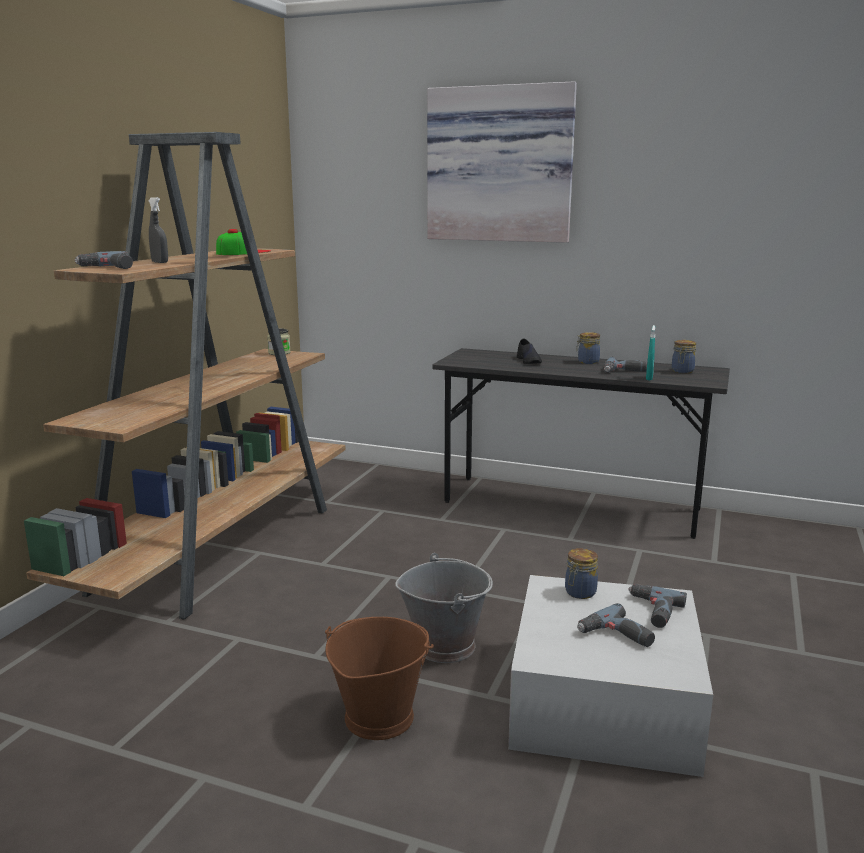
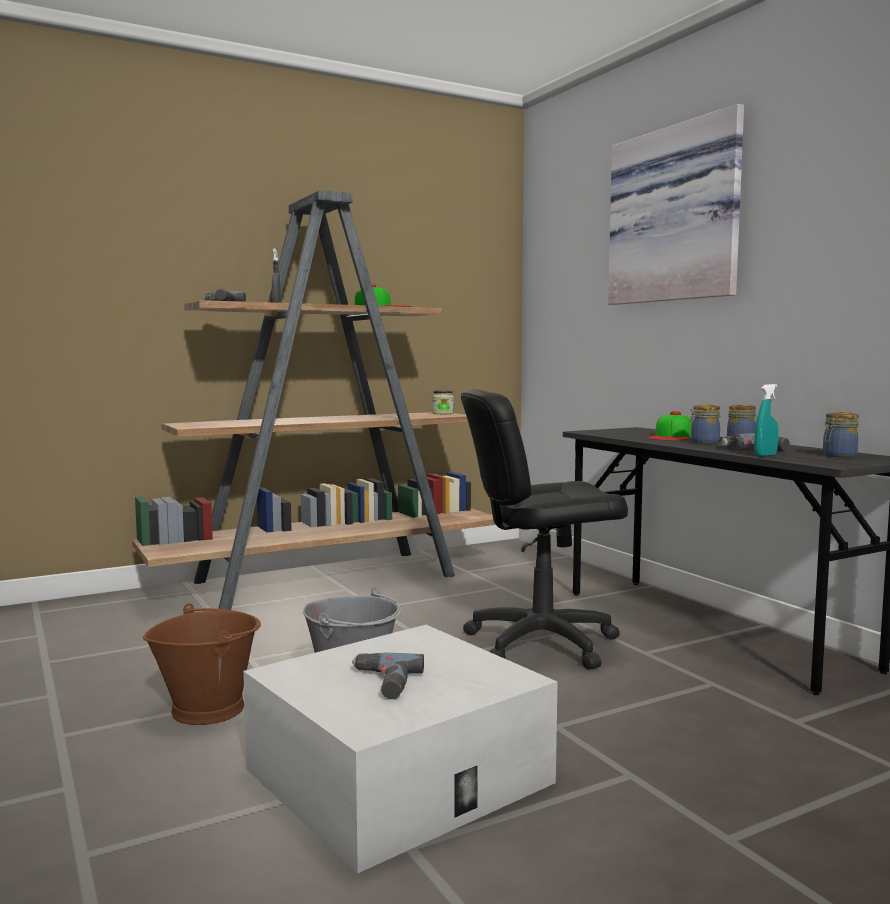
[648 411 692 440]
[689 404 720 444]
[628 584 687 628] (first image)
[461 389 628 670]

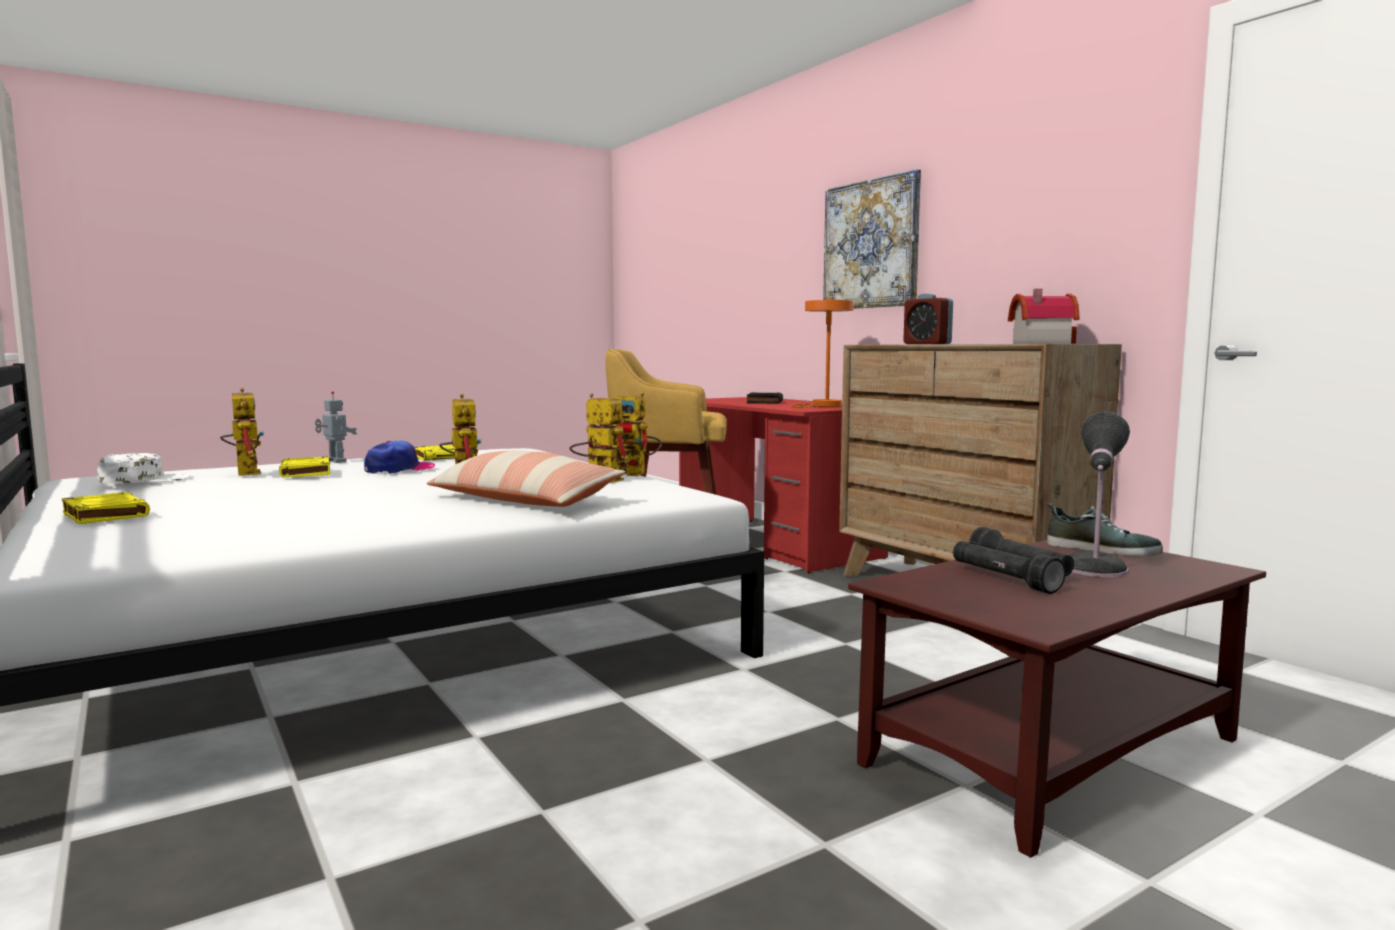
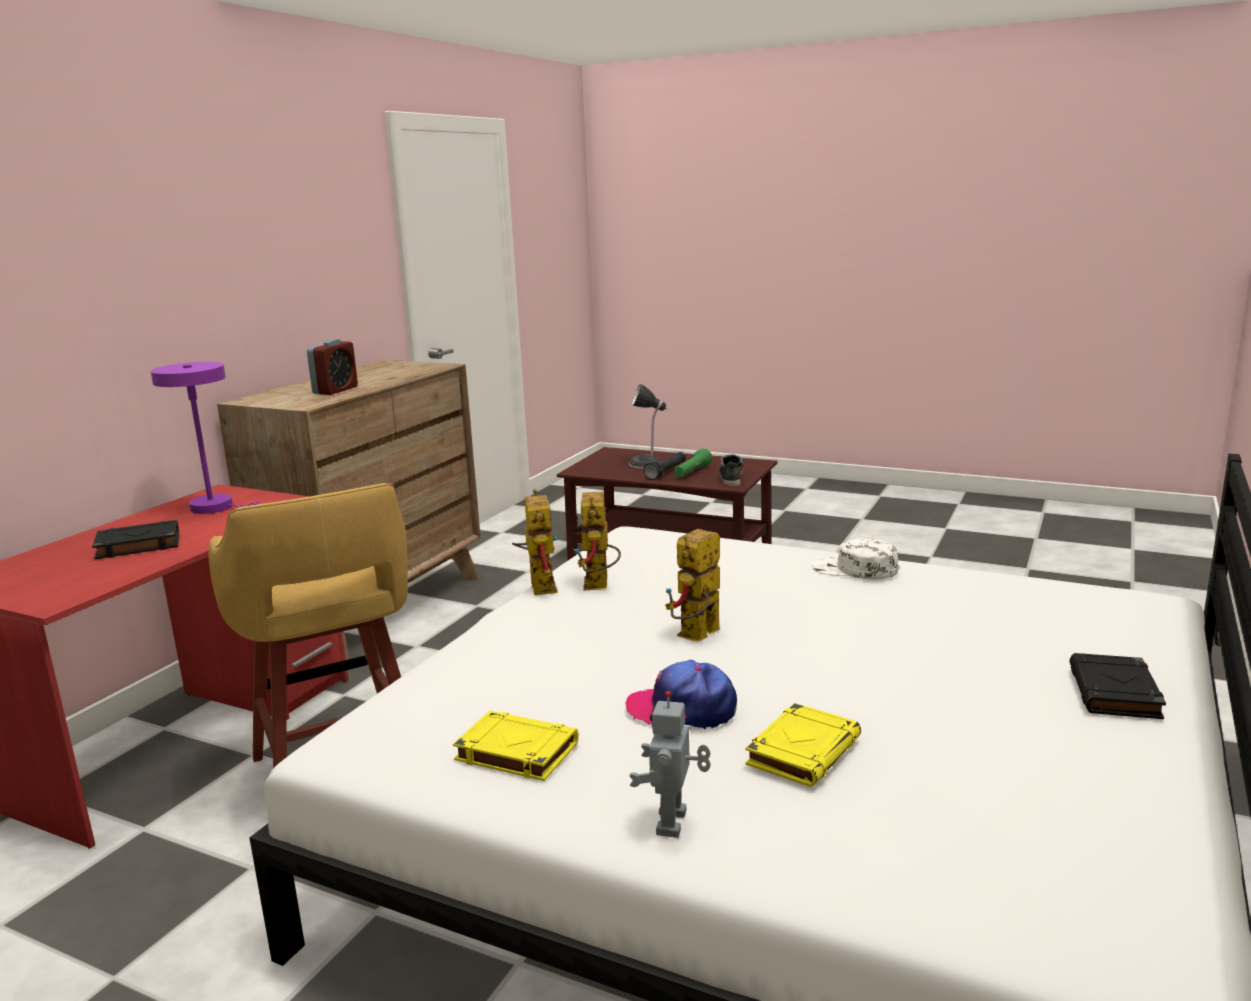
[1069 653 1166 719]
[812 538 899 579]
[220 388 264 476] (first image)
[426 450 626 507] (first image)
[151 362 261 514]
[823 169 921 309] (first image)
[674 449 712 477]
[1008 289 1080 344] (first image)
[719 454 743 486]

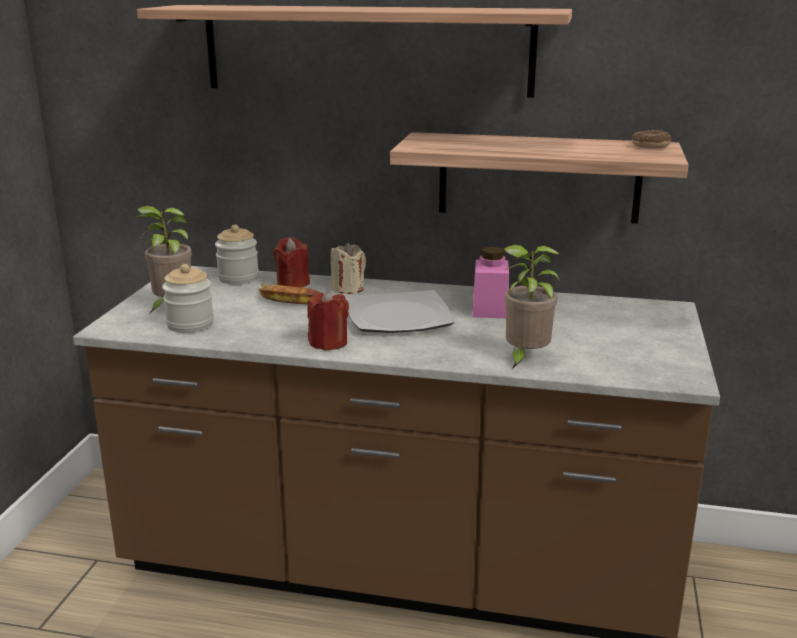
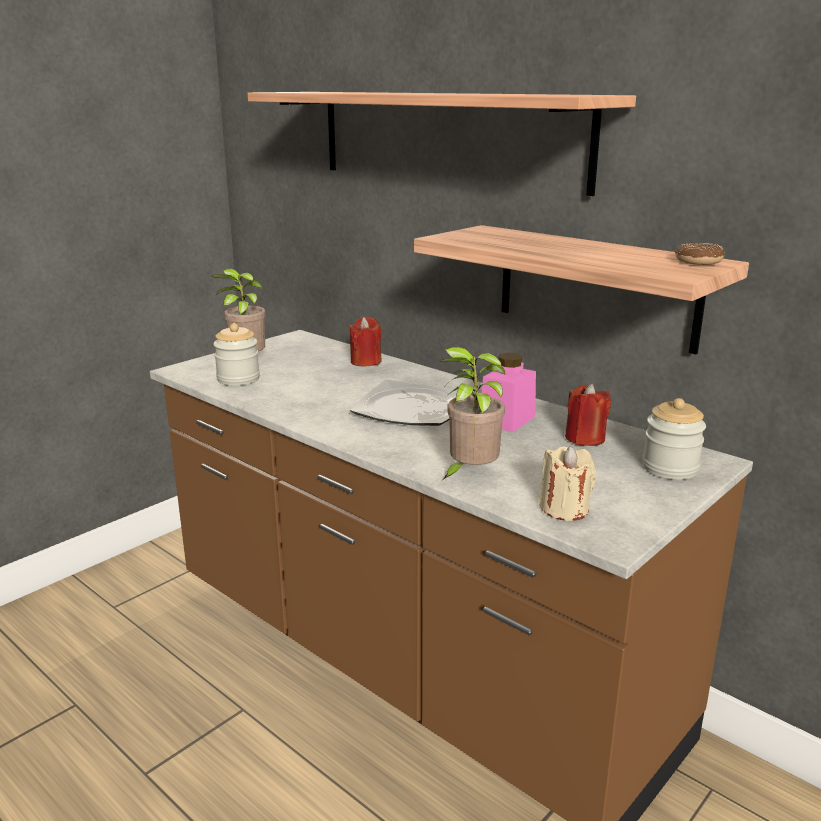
[642 398 706 480]
[259 283 321 304] (first image)
[565 384 611 446]
[539 446 596 521]

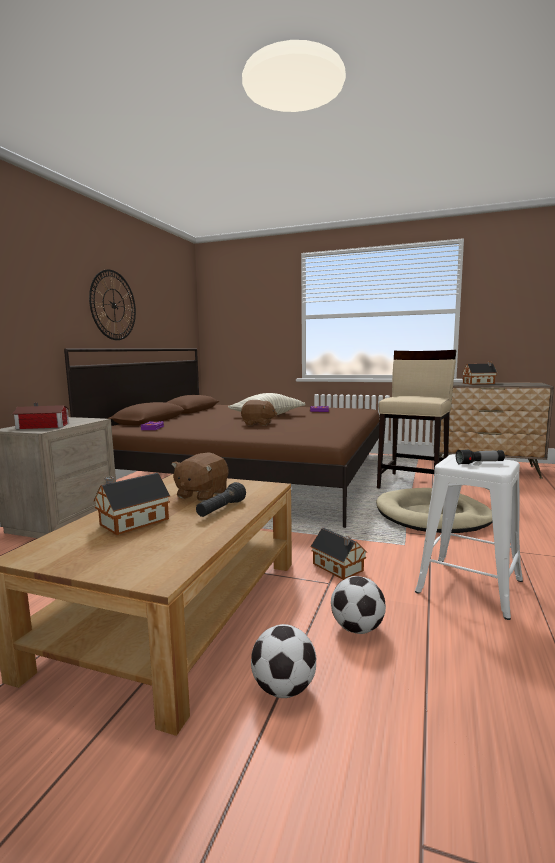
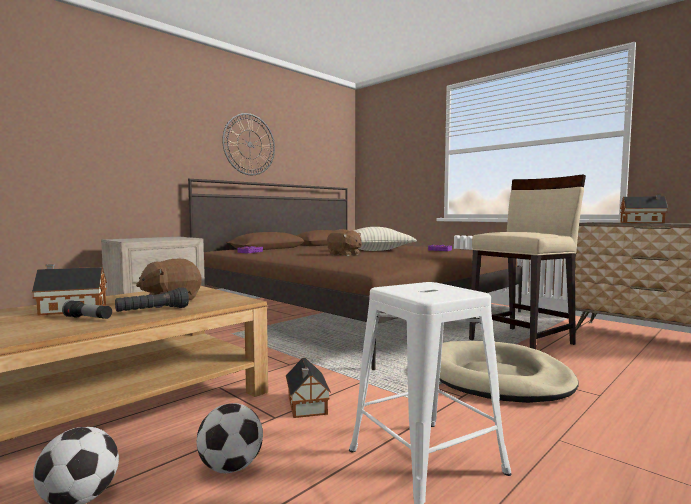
[12 403 69 429] (first image)
[62 300 112 319]

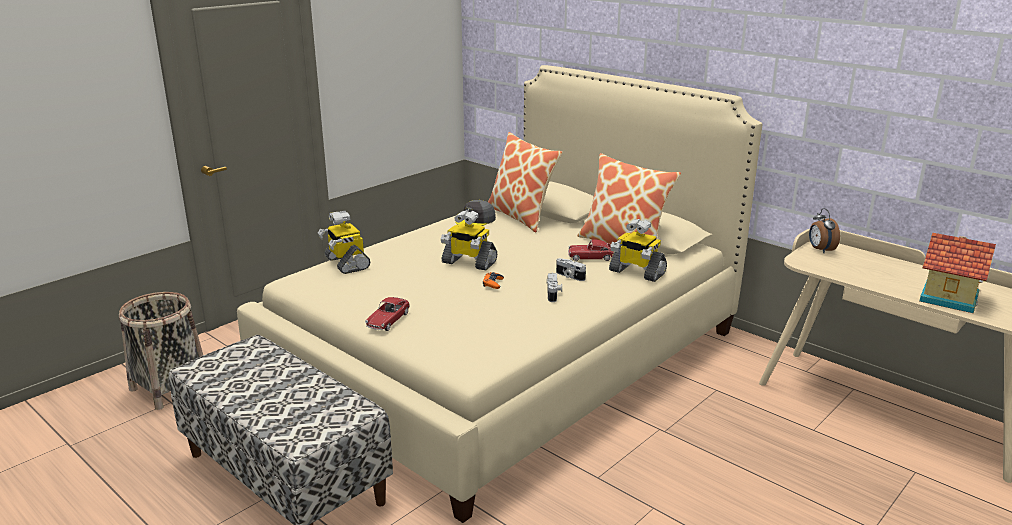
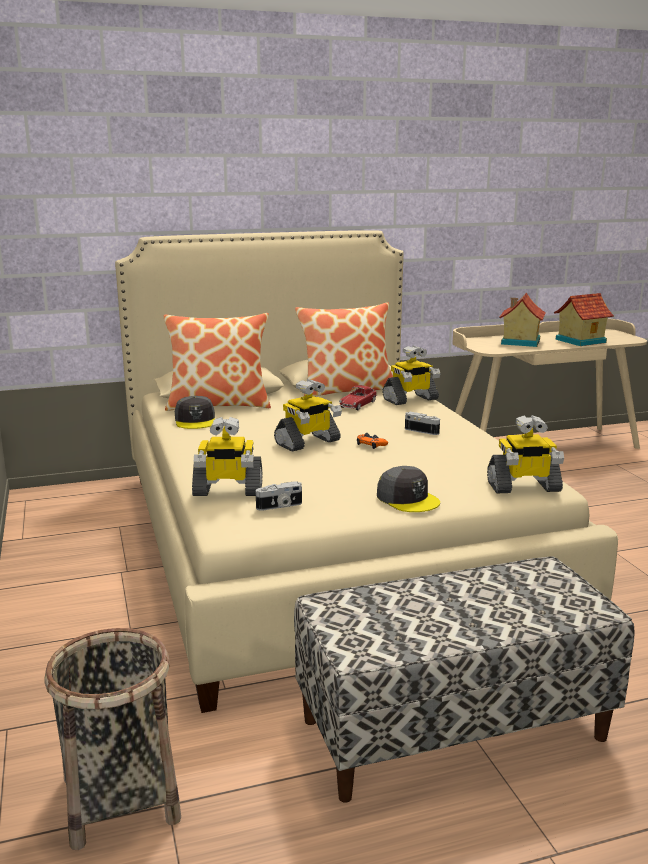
[377 466 440 512]
[256 481 302 511]
[809 208 840 254] (first image)
[487 415 564 493]
[499 292 546 347]

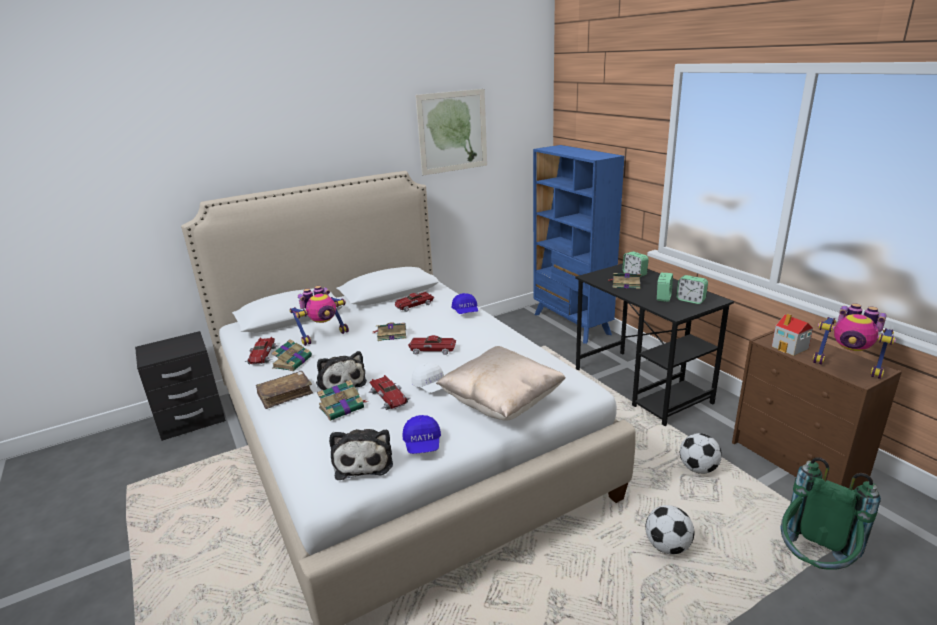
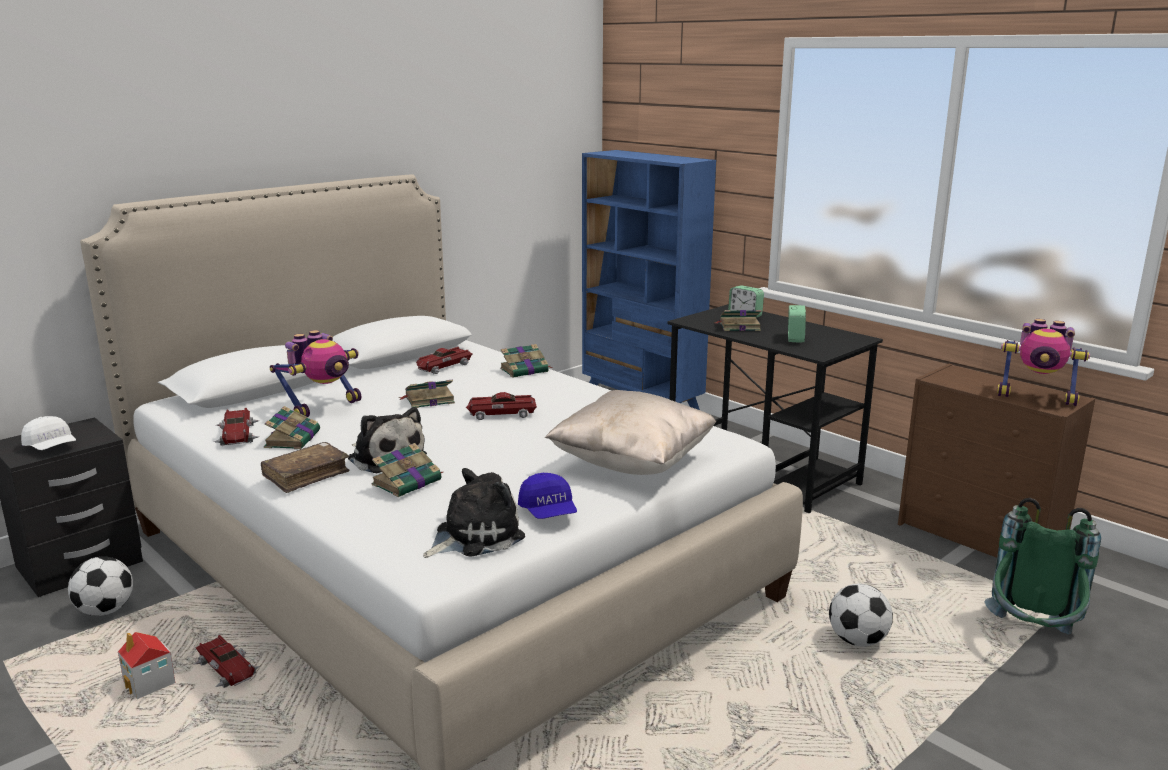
[423 468 525 558]
[193 635 260 688]
[21 416 76 450]
[415 89 487 176] (first image)
[500 344 553 378]
[676 275 708 304] (first image)
[68 557 133 616]
[118 632 175 699]

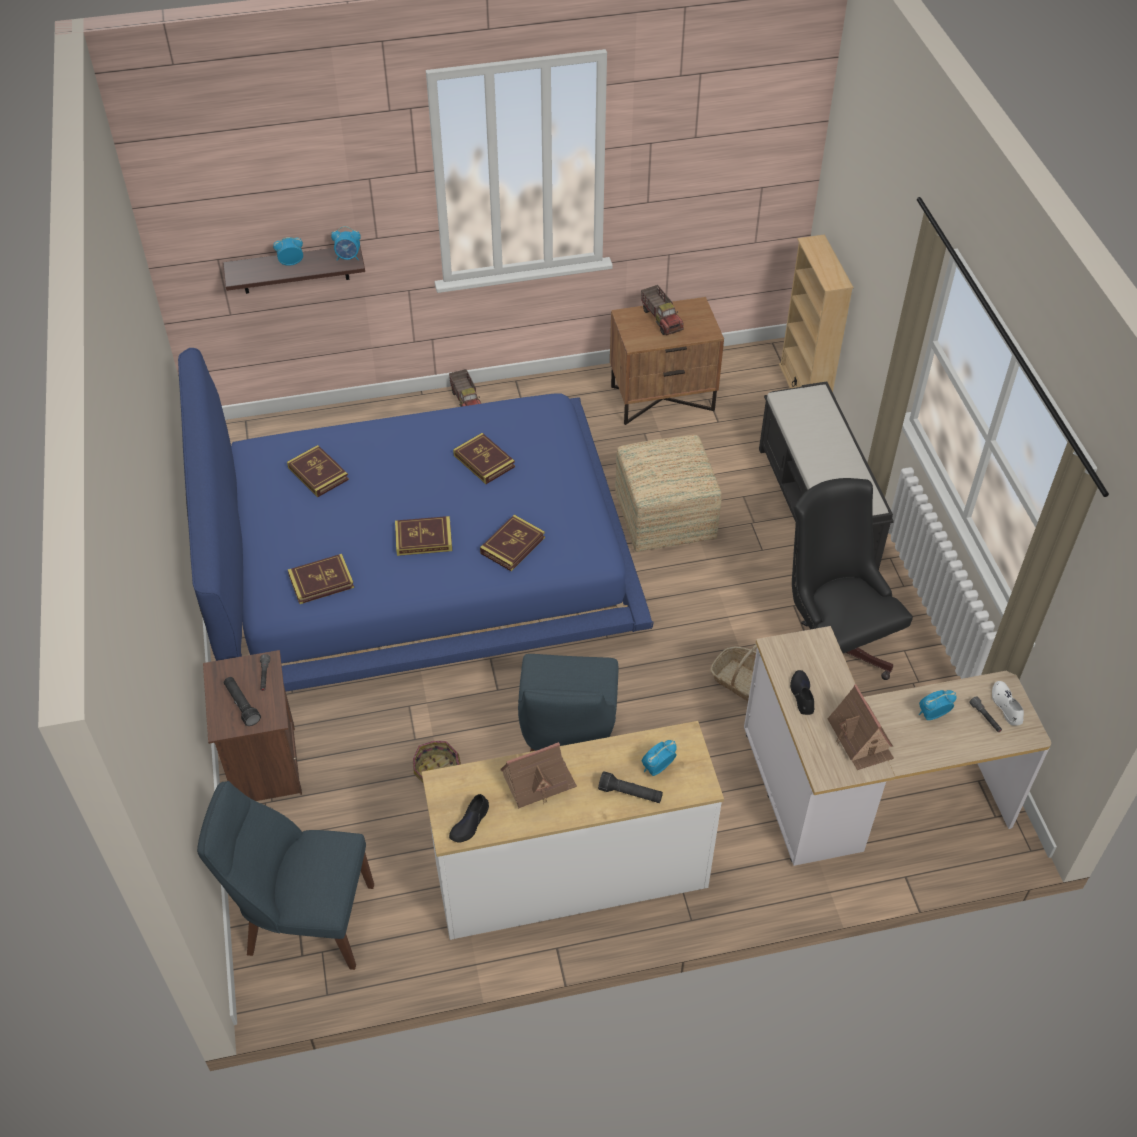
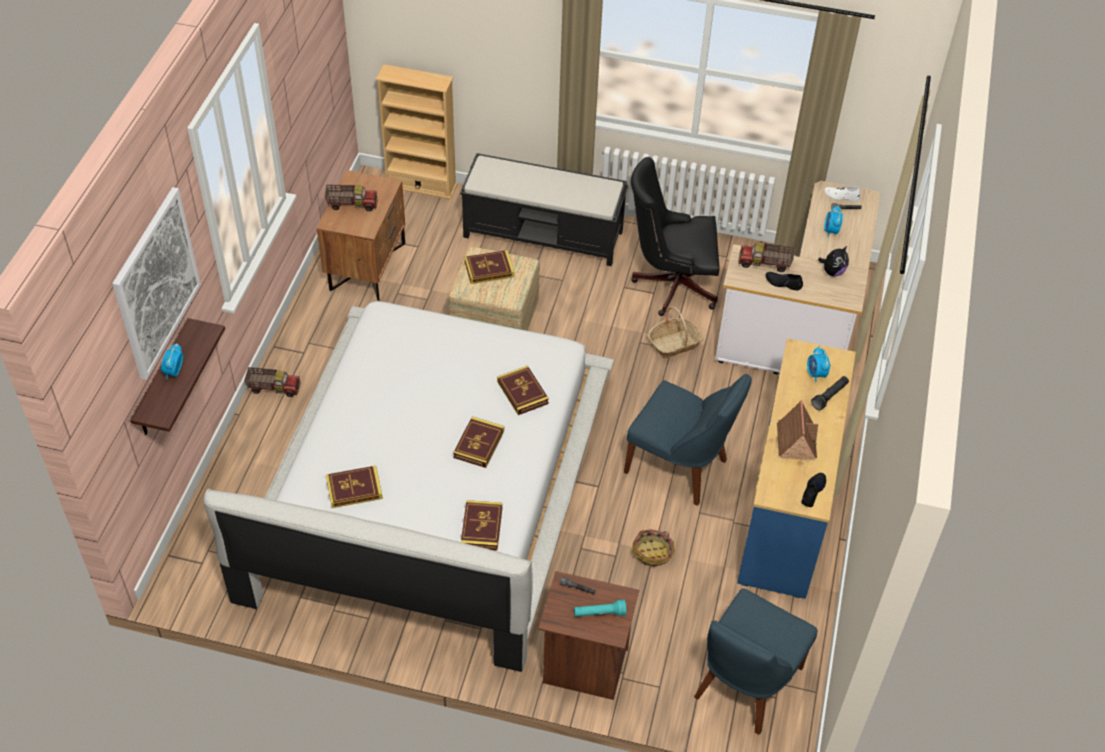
[204 301 614 672]
[574 600 627 617]
[331 226 361 260] (first image)
[737 338 856 599]
[802 473 826 507]
[464 250 514 284]
[818 245 849 276]
[112 187 201 380]
[739 243 794 272]

